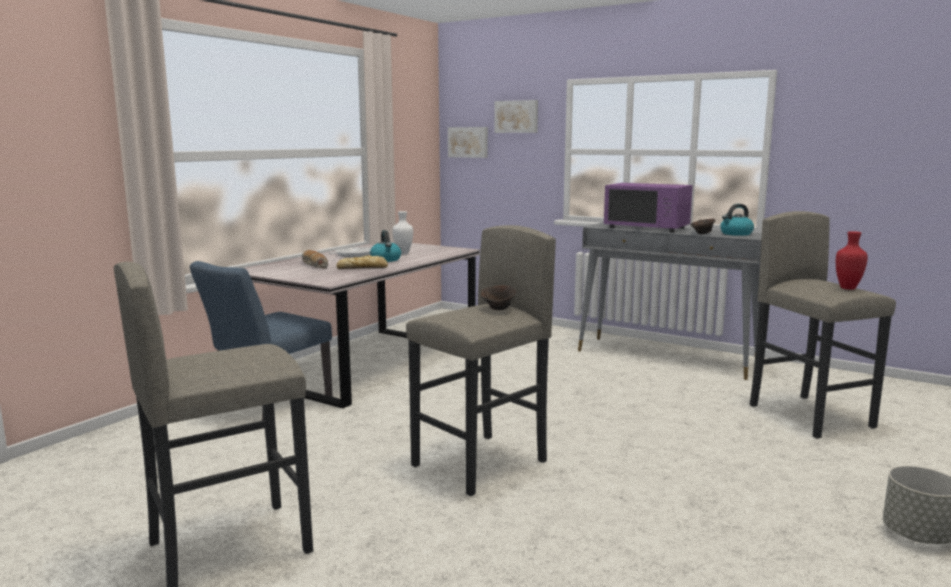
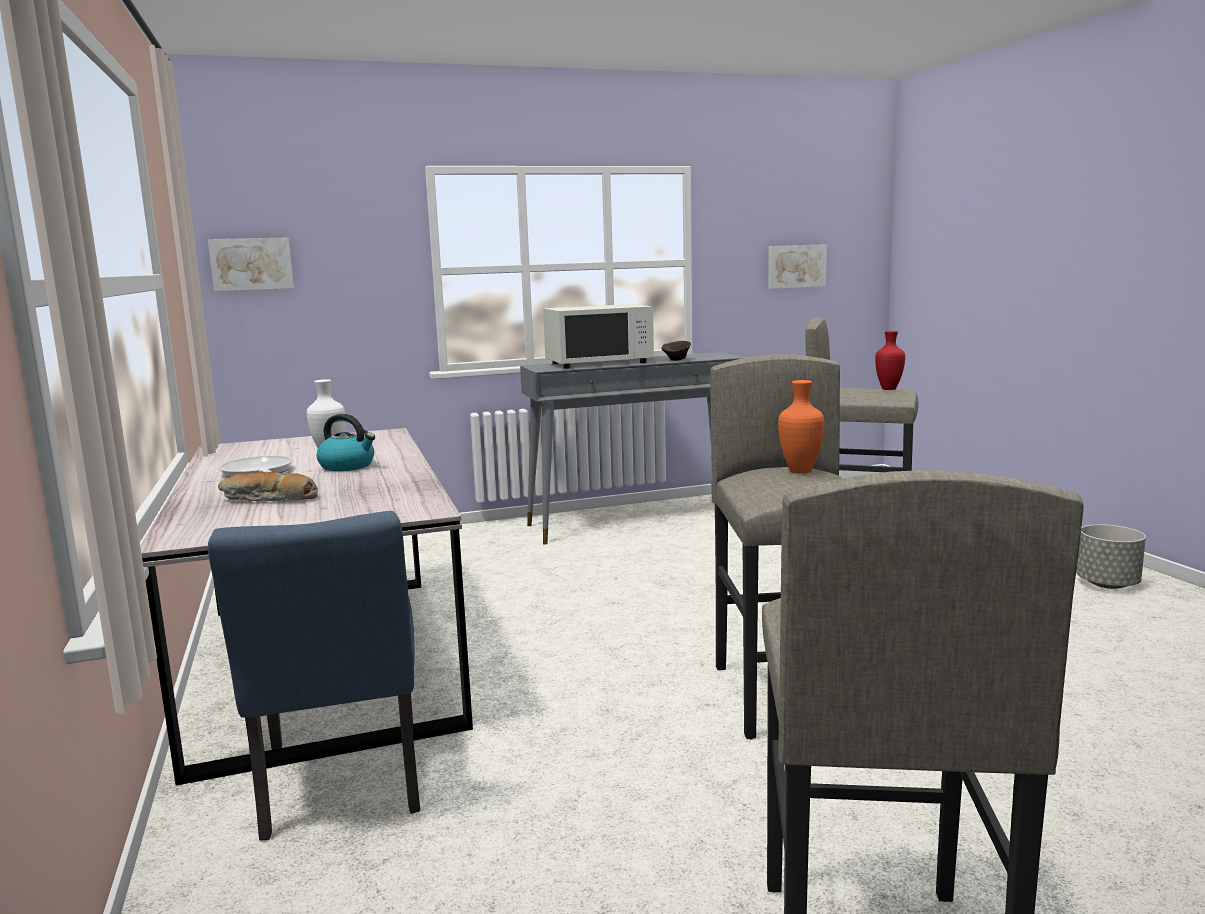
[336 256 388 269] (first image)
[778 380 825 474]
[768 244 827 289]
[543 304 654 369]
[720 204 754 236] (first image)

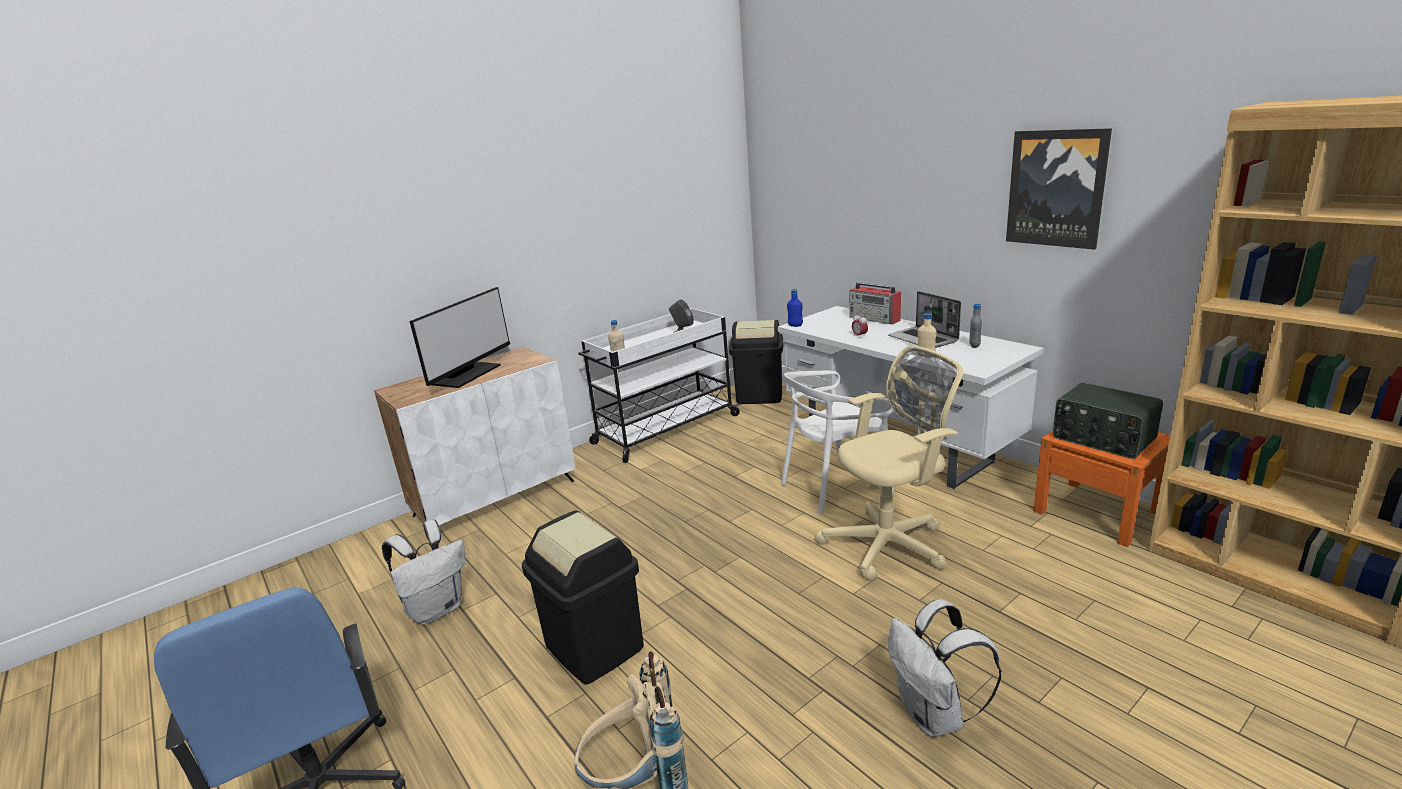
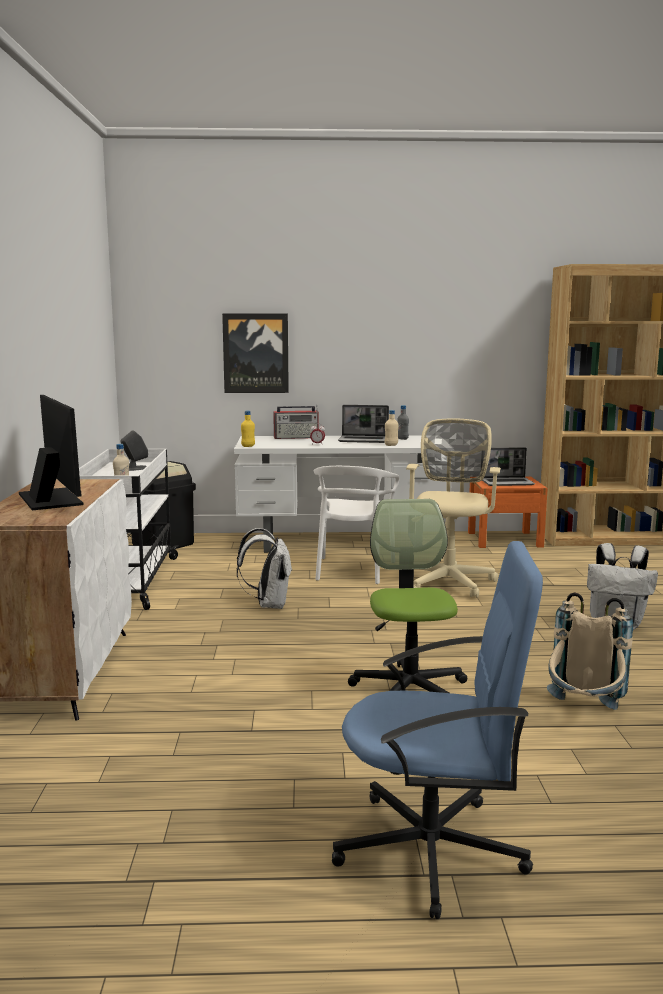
[236 528 292 609]
[348 499 468 693]
[241 411 255 447]
[222 314 289 393]
[482 447 535 486]

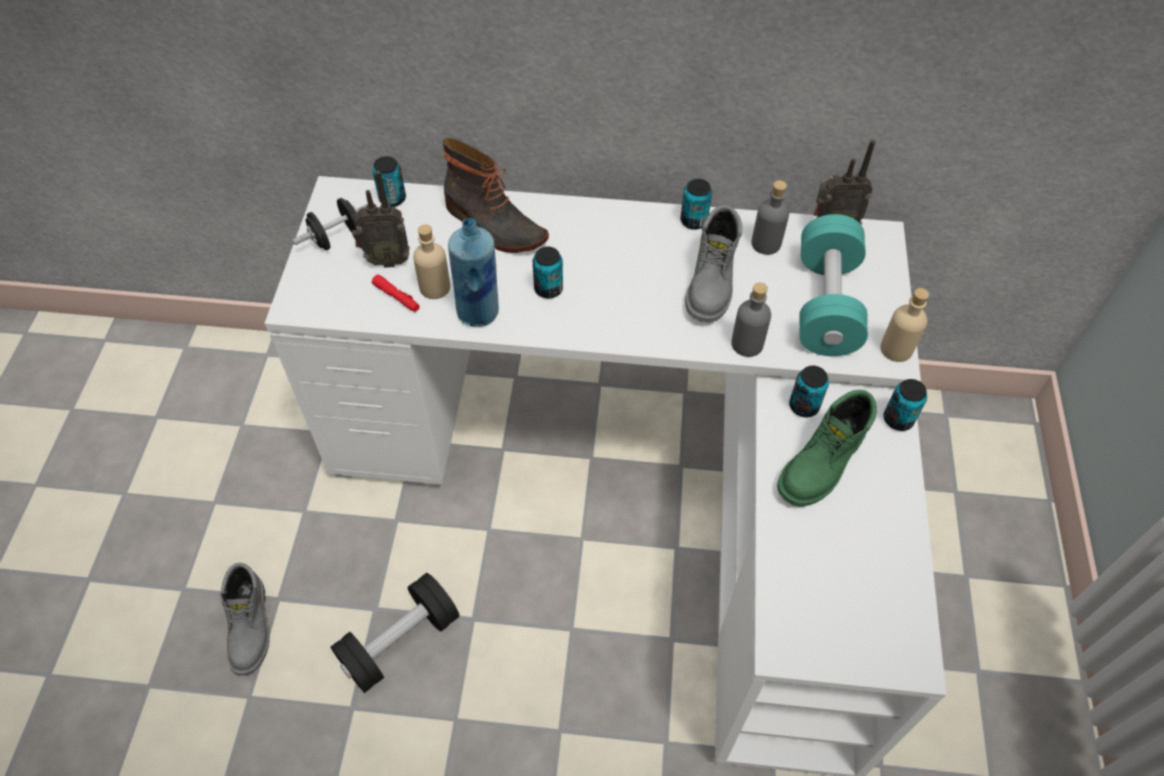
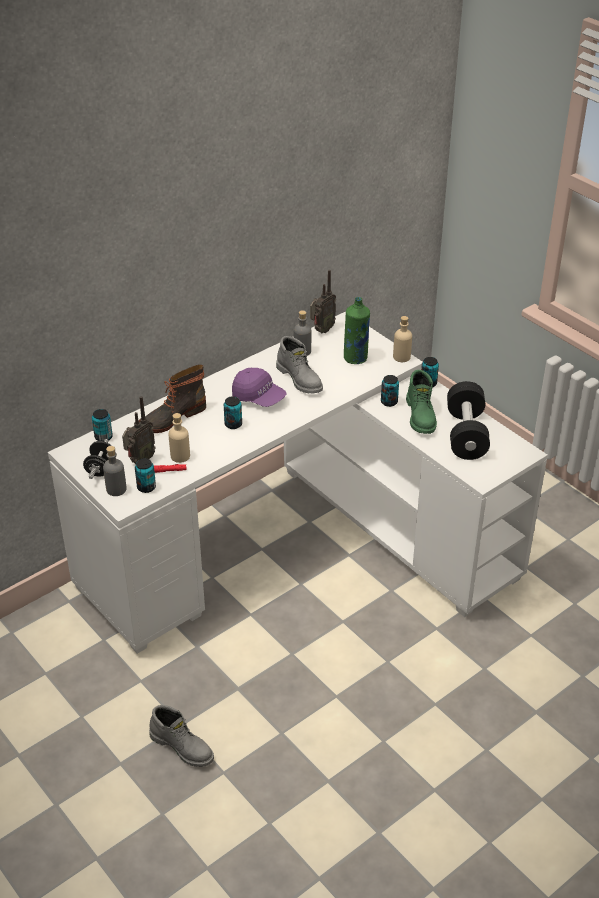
[447 381 490 460]
[139 364 206 433]
[448 218 499 327] (first image)
[135 458 156 493]
[103 446 127 496]
[344 297 370 364]
[232 368 287 407]

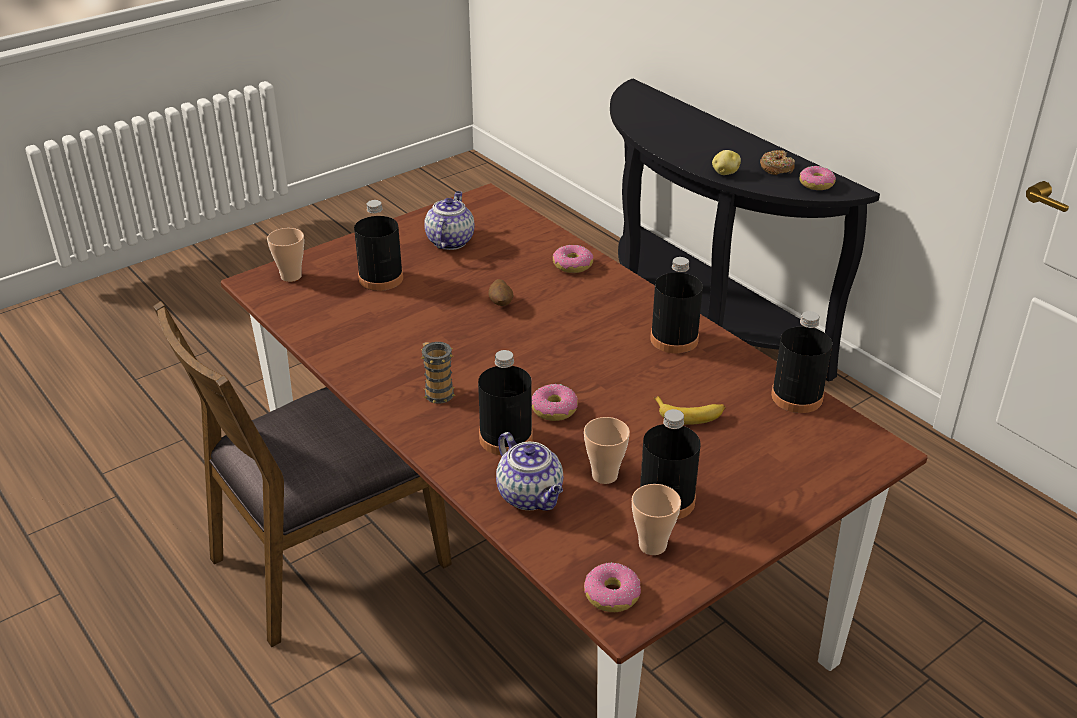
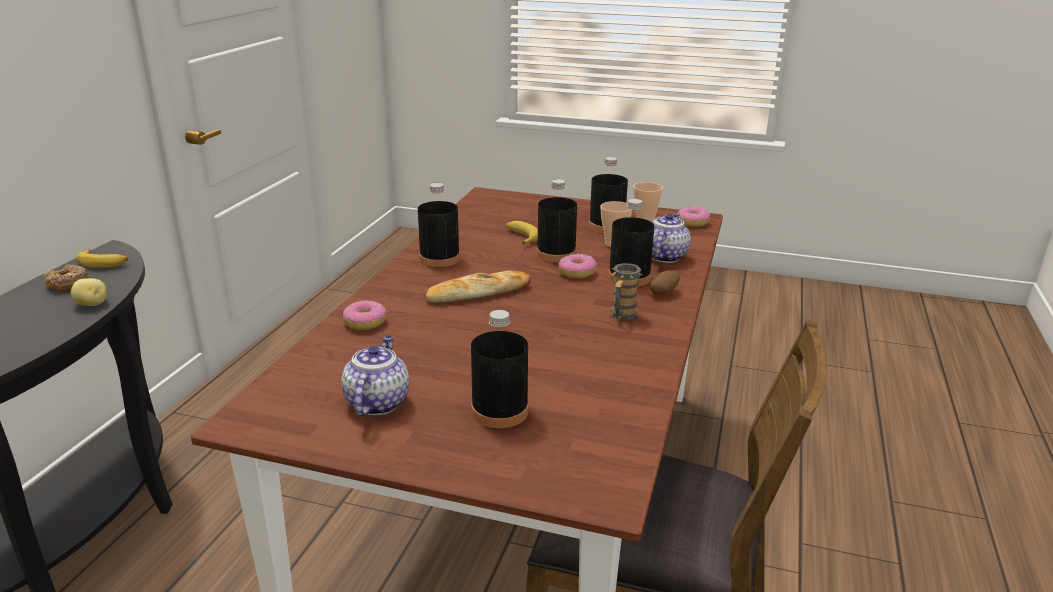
[267 228 304 282] (first image)
[341 336 409 416]
[650 270 680 295]
[537 179 577 262]
[76 249 128 268]
[426 270 531 303]

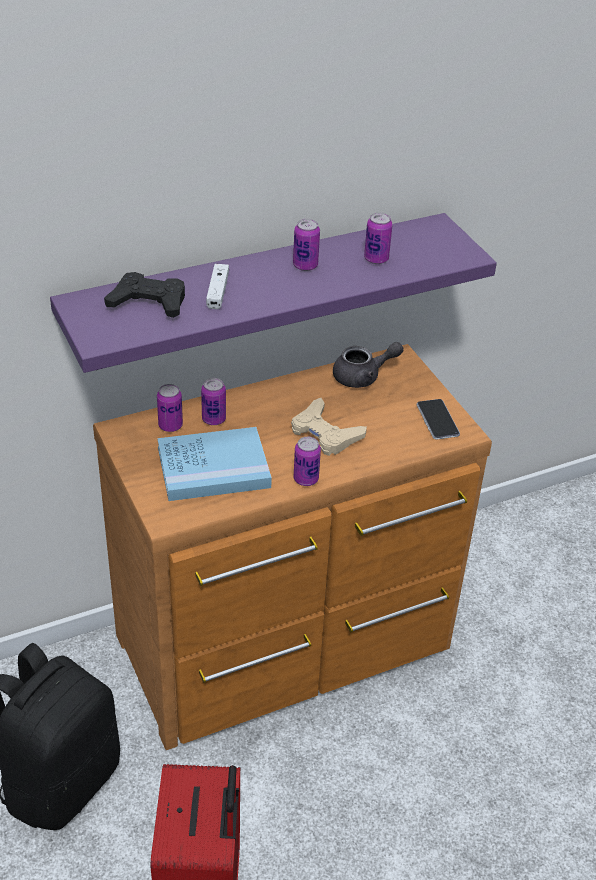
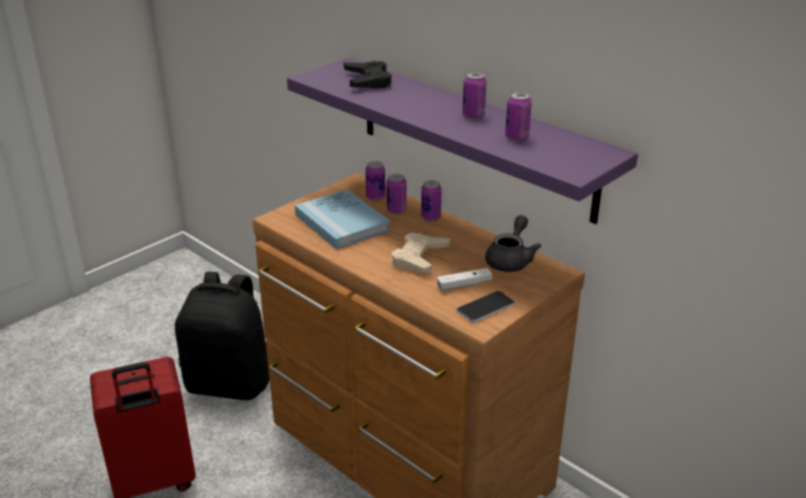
[437 268 492 291]
[421 180 442 221]
[485 215 541 272]

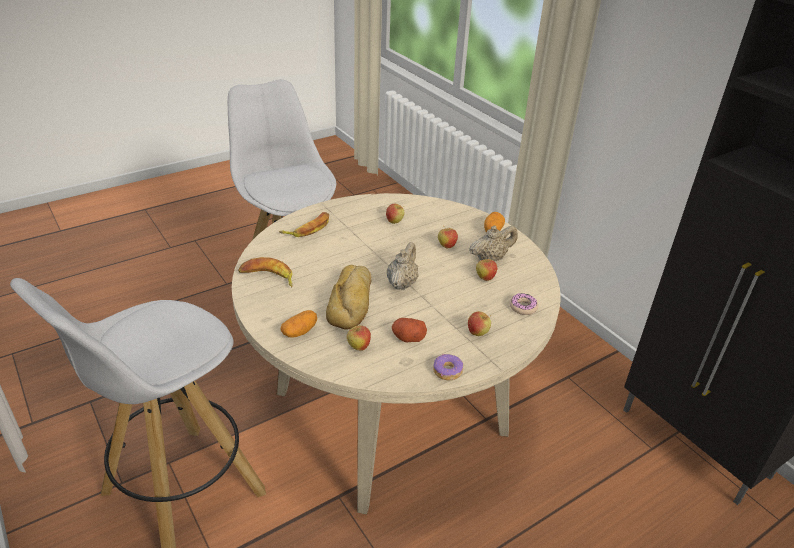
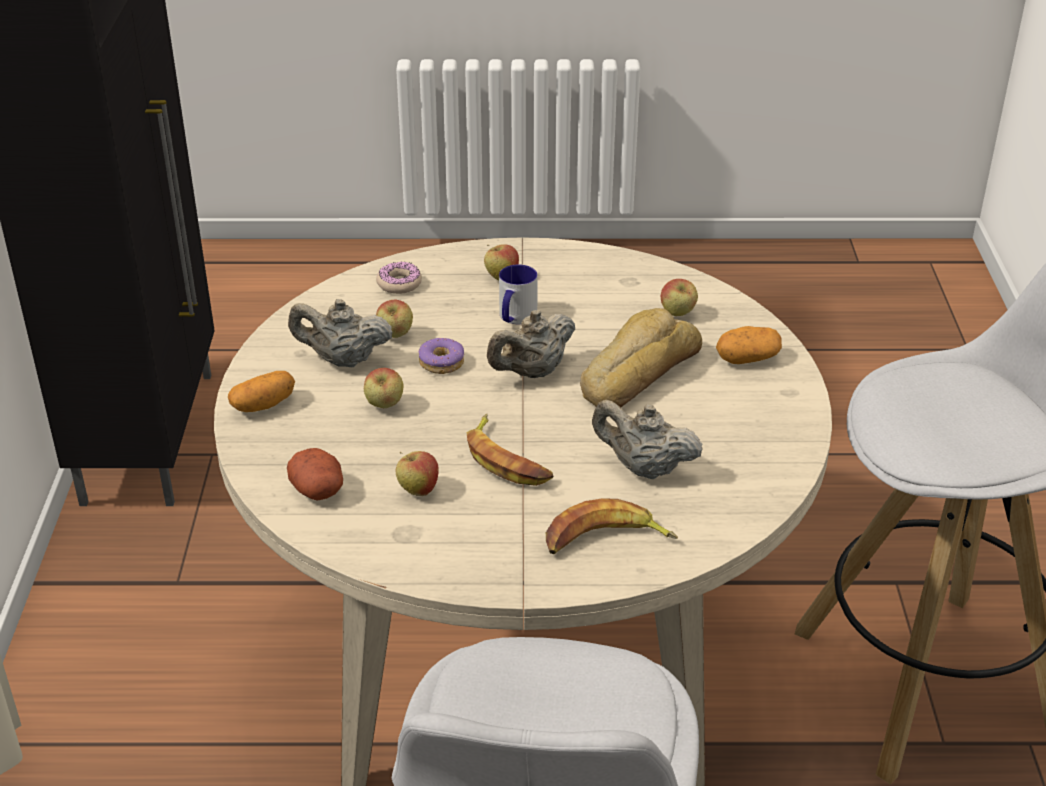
[467 414 553 486]
[287 448 343 501]
[418 338 464 374]
[499 265 538 324]
[592 400 703 479]

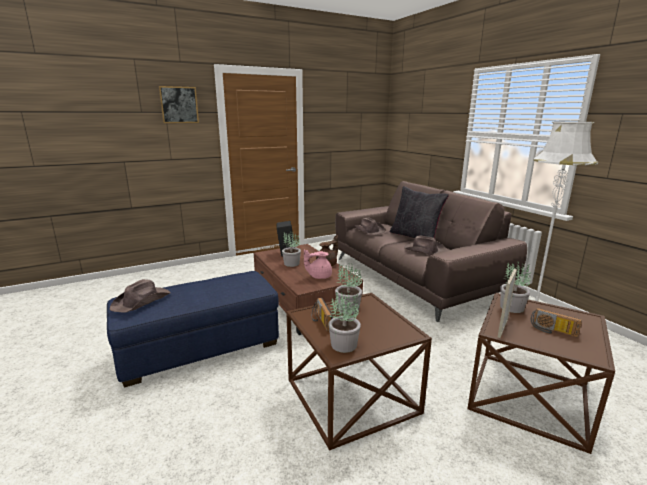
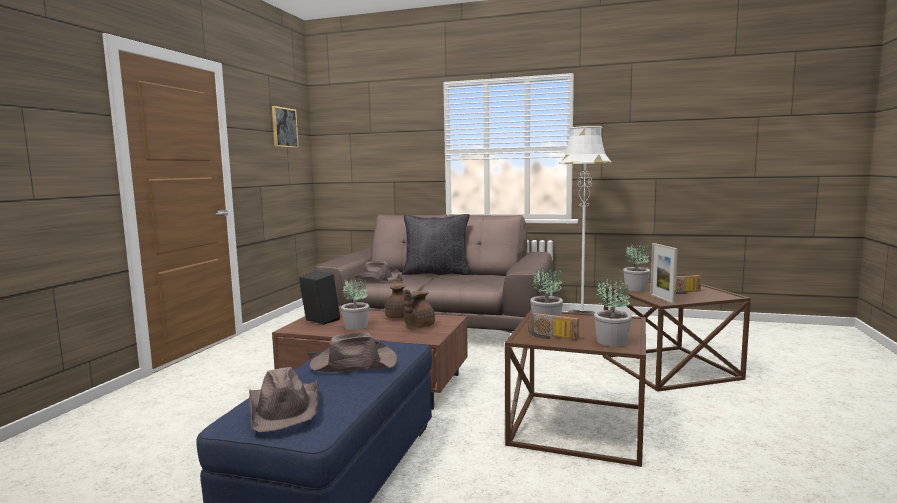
[272 106 299 148]
[404 289 435 328]
[310 332 397 372]

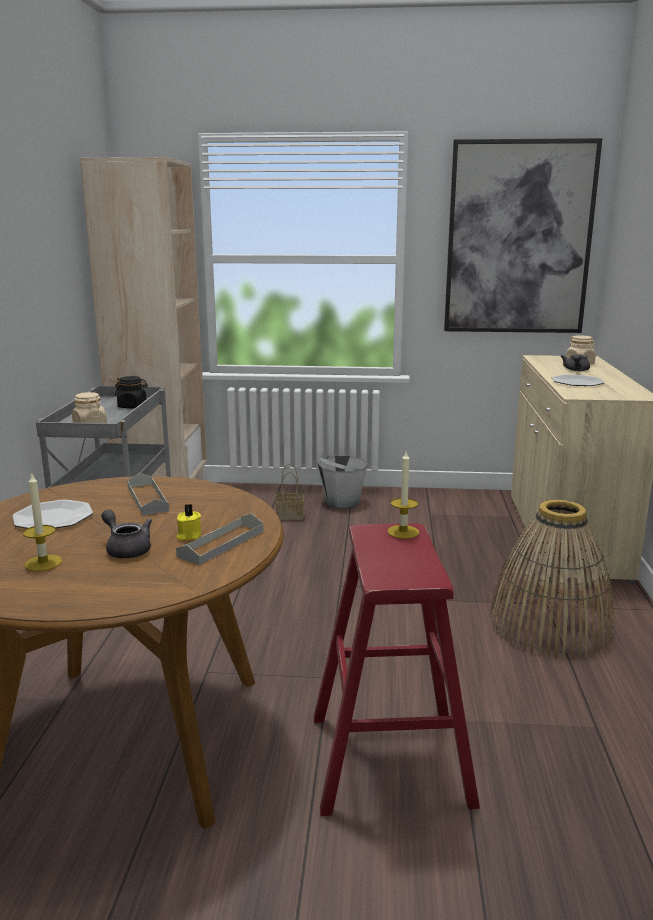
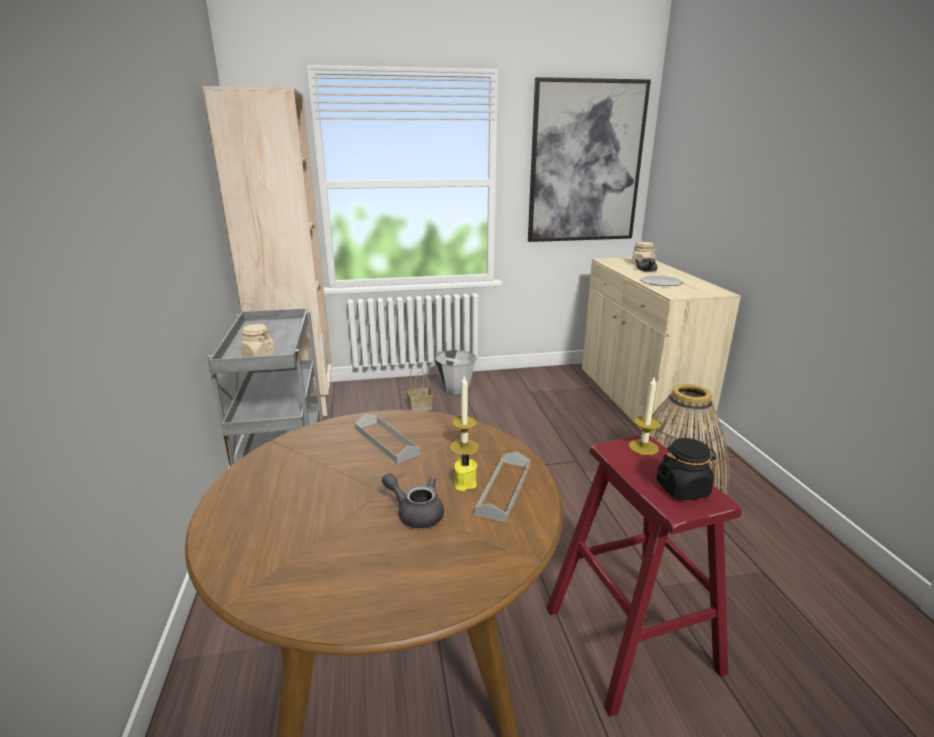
[12 499 93 529] (first image)
[450 374 479 455]
[657 438 716 500]

